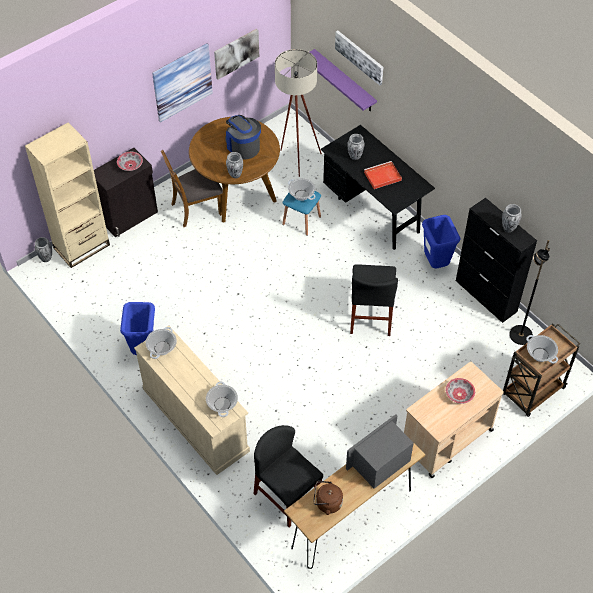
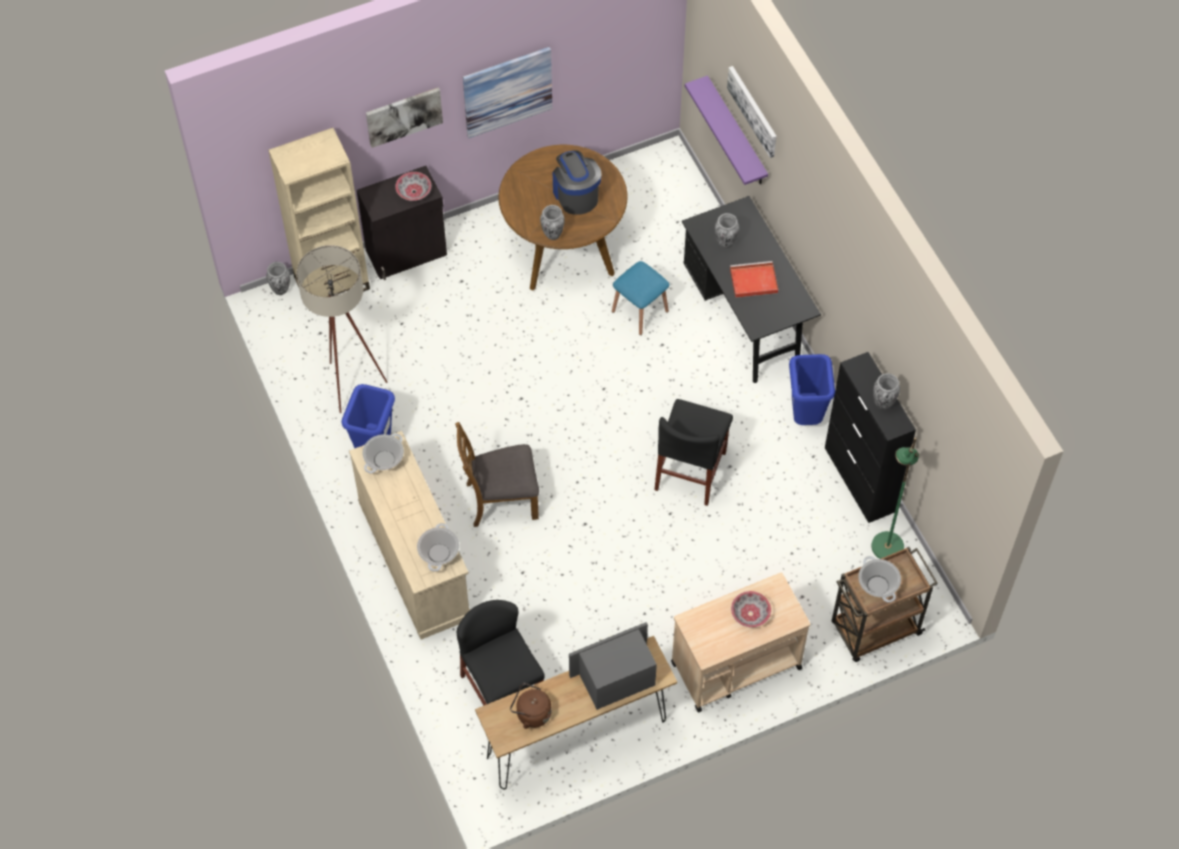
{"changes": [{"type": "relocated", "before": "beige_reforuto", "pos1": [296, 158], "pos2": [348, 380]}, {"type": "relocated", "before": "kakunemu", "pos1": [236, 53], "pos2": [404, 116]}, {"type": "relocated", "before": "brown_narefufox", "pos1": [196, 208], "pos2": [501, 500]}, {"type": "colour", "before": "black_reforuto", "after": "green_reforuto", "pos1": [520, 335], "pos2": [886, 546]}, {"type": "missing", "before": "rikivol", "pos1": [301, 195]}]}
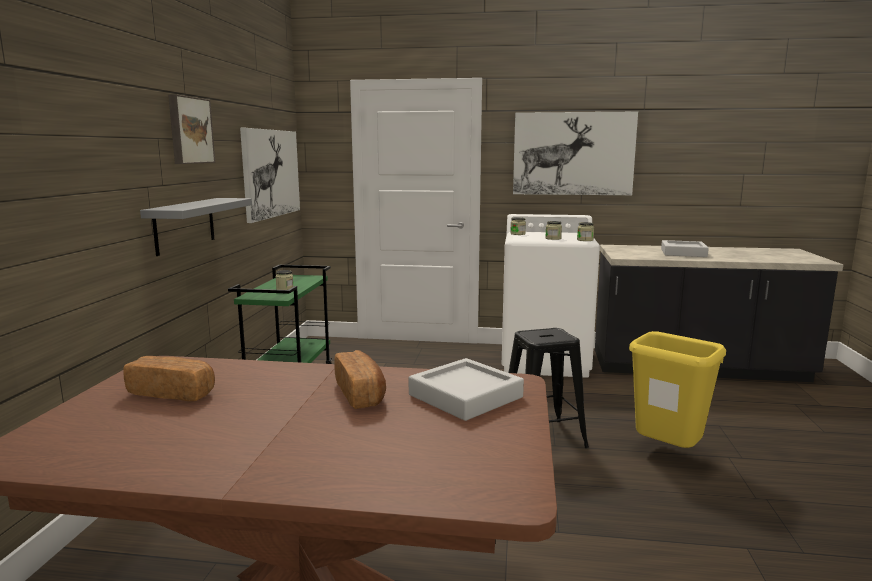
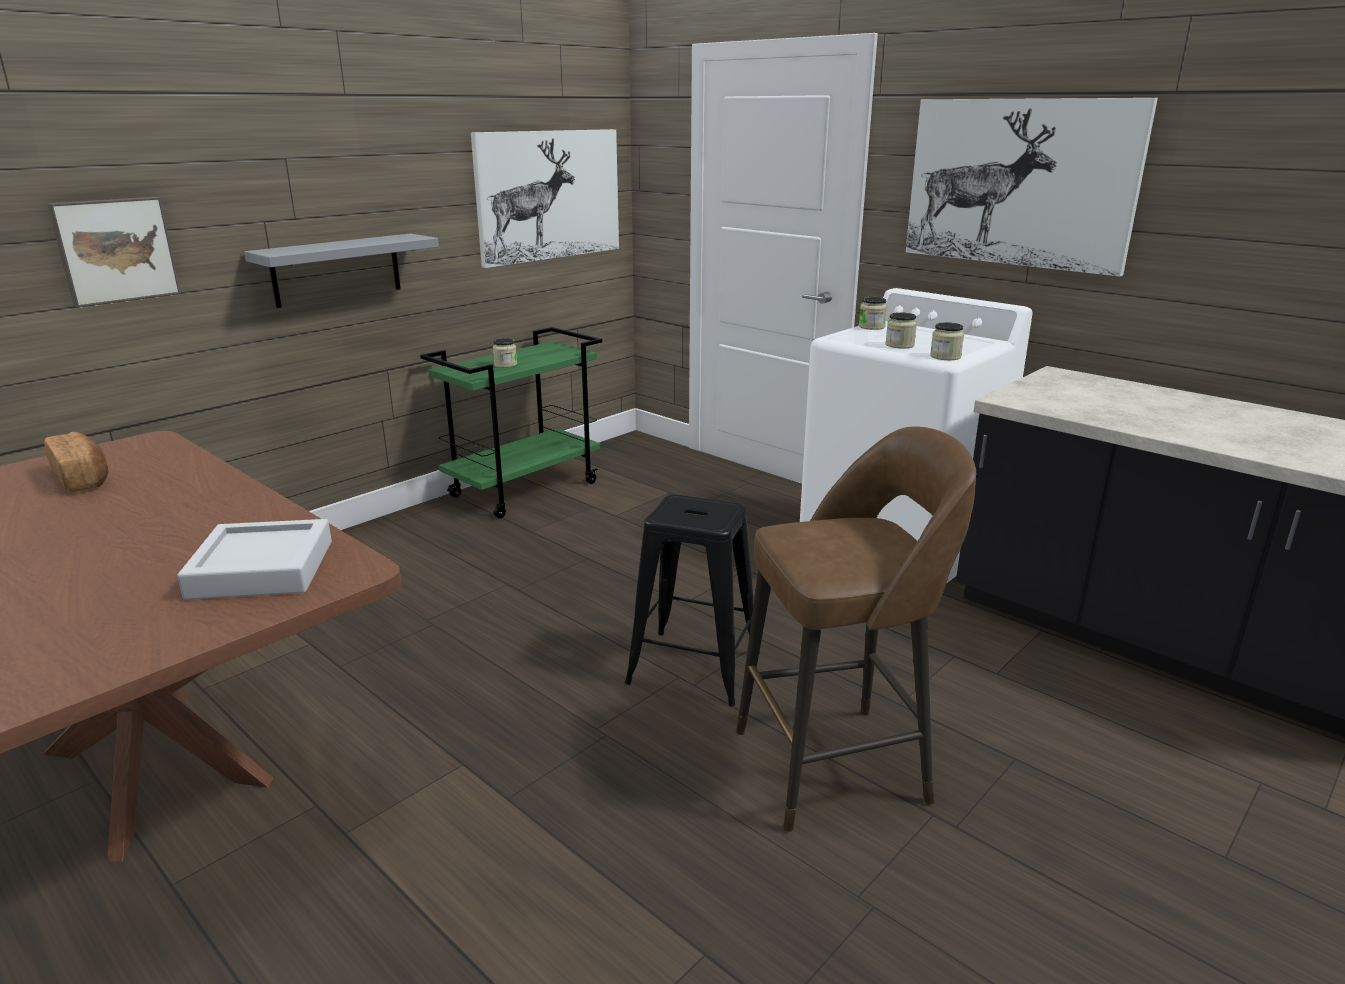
{"changes": [{"type": "relocated", "before": "kakunemu", "pos1": [189, 130], "pos2": [115, 250]}, {"type": "exchanged", "before": "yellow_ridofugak", "after": "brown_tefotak", "pos1": [667, 454], "pos2": [837, 765]}, {"type": "missing", "before": "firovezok", "pos1": [361, 393]}, {"type": "missing", "before": "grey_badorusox", "pos1": [683, 253]}]}
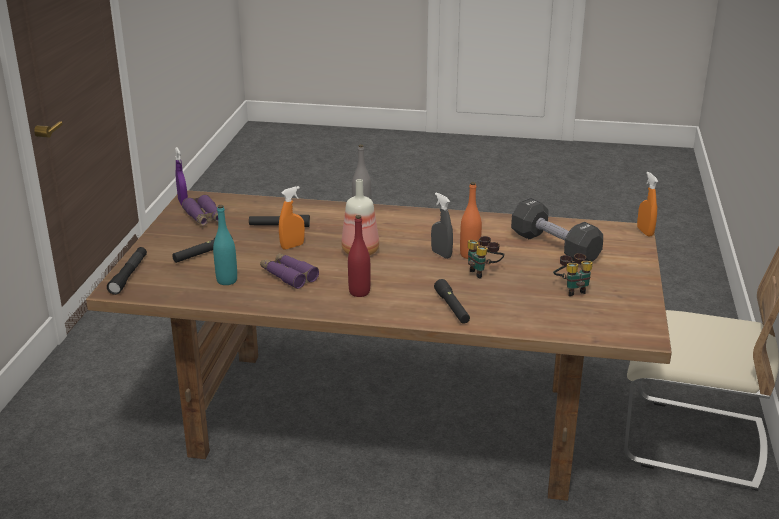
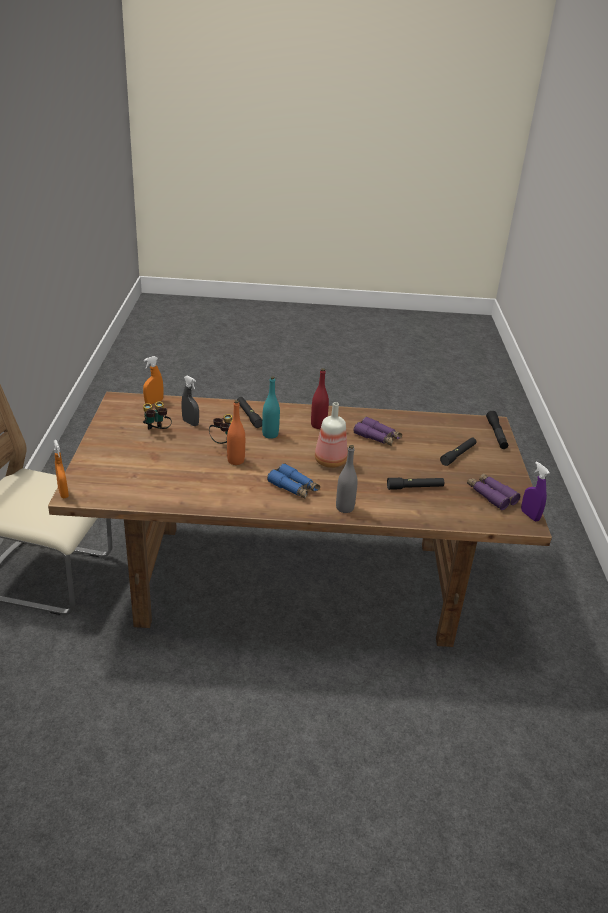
{"changes": [{"type": "relocated", "before": "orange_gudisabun", "pos1": [292, 246], "pos2": [154, 402]}, {"type": "relocated", "before": "grey_gudisabun", "pos1": [441, 254], "pos2": [190, 423]}, {"type": "relocated", "before": "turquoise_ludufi", "pos1": [227, 280], "pos2": [270, 434]}, {"type": "appeared", "after": "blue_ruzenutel", "pos2": [294, 487]}, {"type": "missing", "before": "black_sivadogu", "pos1": [554, 247]}]}
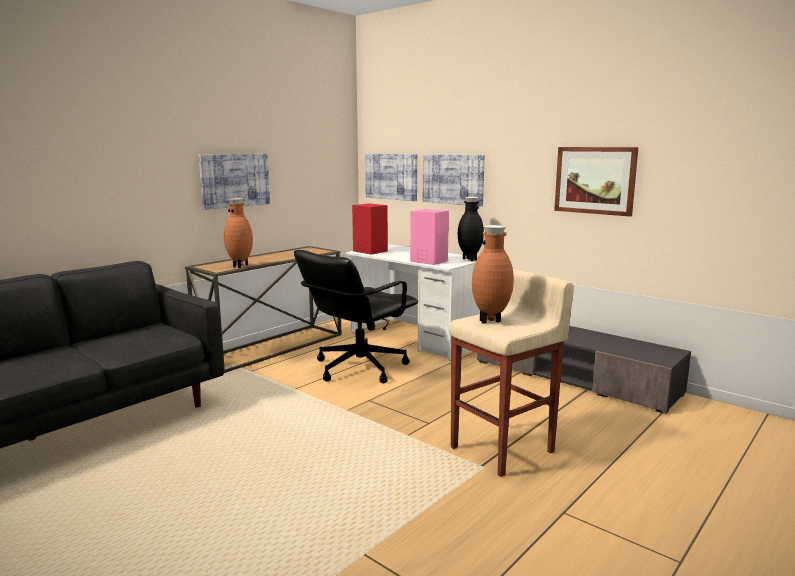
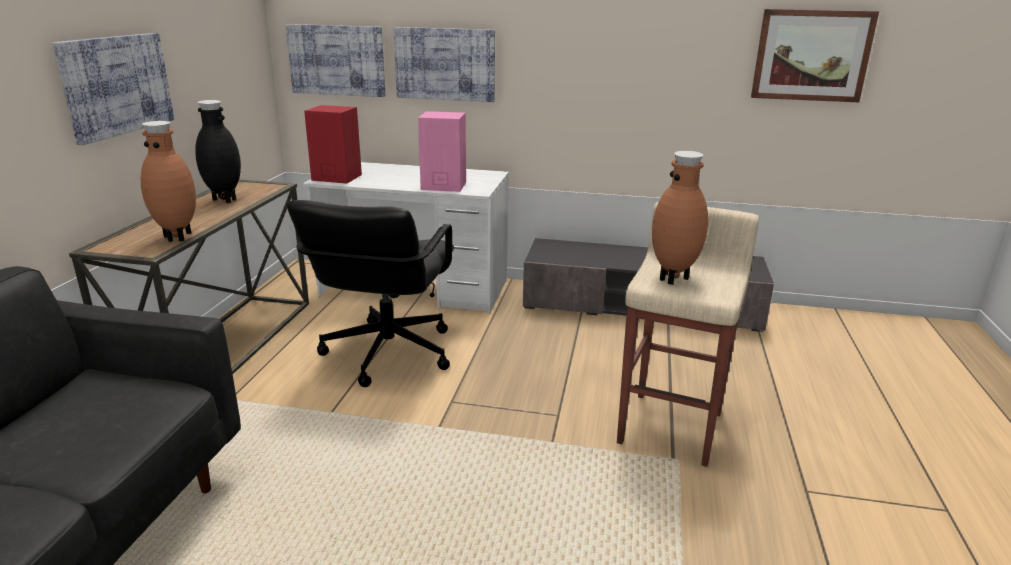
{"changes": [{"type": "relocated", "before": "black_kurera", "pos1": [469, 259], "pos2": [223, 200]}, {"type": "relocated", "before": "kakunemu", "pos1": [595, 180], "pos2": [811, 55]}]}
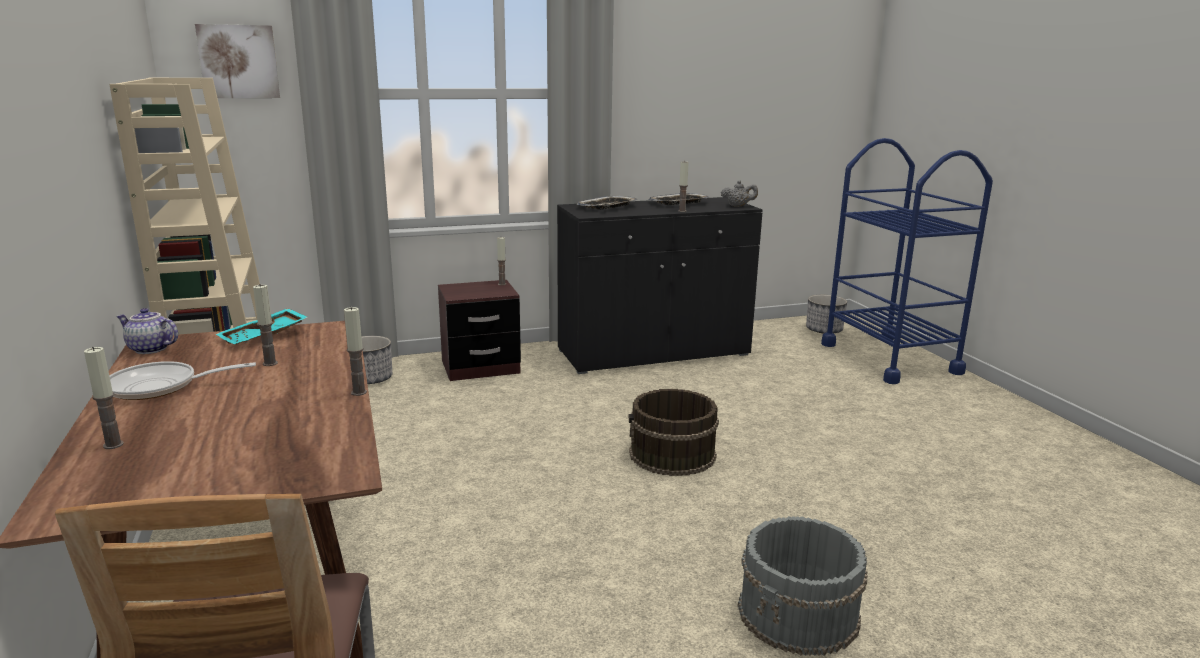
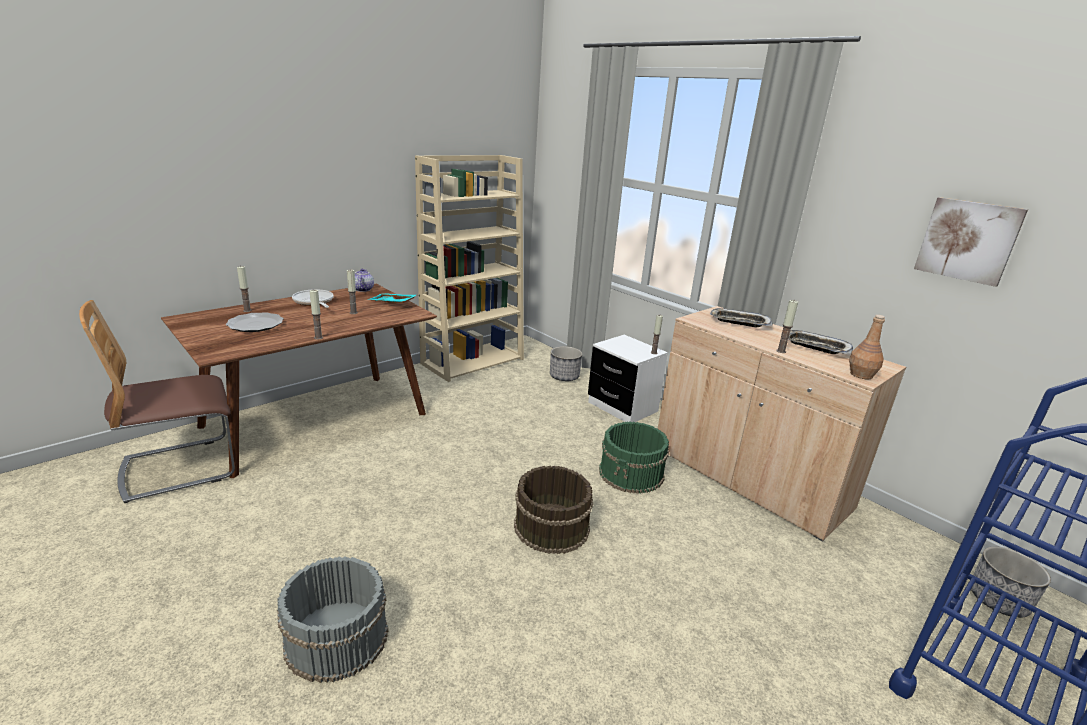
{"changes": [{"type": "appeared", "after": "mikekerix", "pos2": [255, 324]}, {"type": "colour", "before": "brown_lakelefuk", "after": "white_lakelefuk", "pos1": [480, 367], "pos2": [622, 407]}, {"type": "appeared", "after": "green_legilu", "pos2": [632, 473]}, {"type": "colour", "before": "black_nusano", "after": "beige_nusano", "pos1": [654, 353], "pos2": [748, 479]}, {"type": "exchanged", "before": "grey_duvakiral", "after": "brown_ludufi", "pos1": [738, 206], "pos2": [861, 375]}, {"type": "relocated", "before": "kakunemu", "pos1": [239, 61], "pos2": [968, 240]}]}
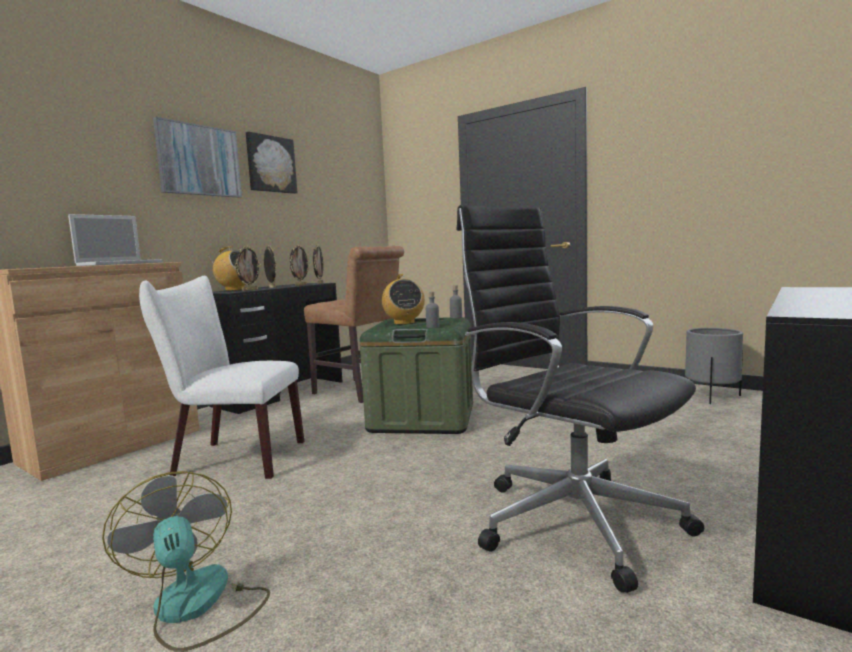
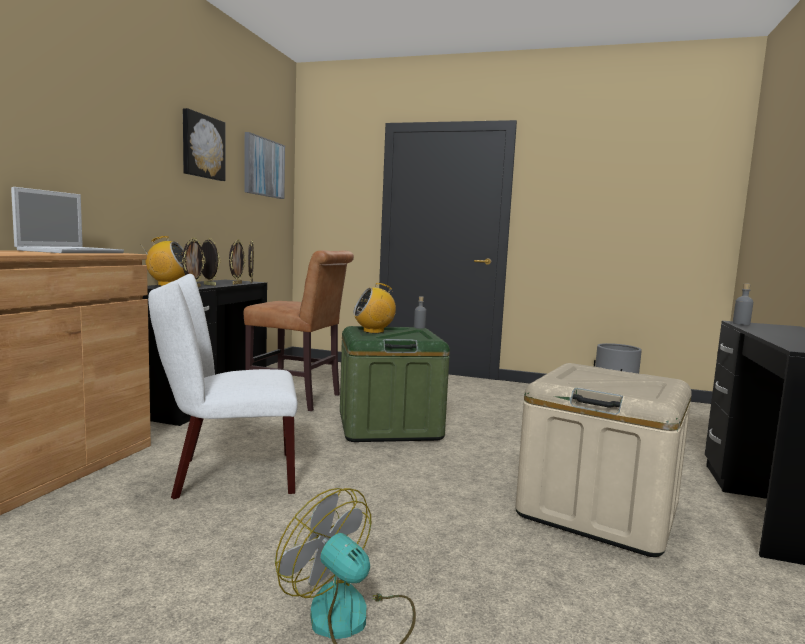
{"changes": [{"type": "relocated", "before": "kakunemu", "pos1": [199, 160], "pos2": [263, 167]}, {"type": "spun", "before": "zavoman", "pos1": [404, 323], "pos2": [374, 331], "turn": 105}, {"type": "exchanged", "before": "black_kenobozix", "after": "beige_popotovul", "pos1": [572, 519], "pos2": [598, 510]}, {"type": "relocated", "before": "grey_ludufi", "pos1": [432, 327], "pos2": [741, 324]}]}
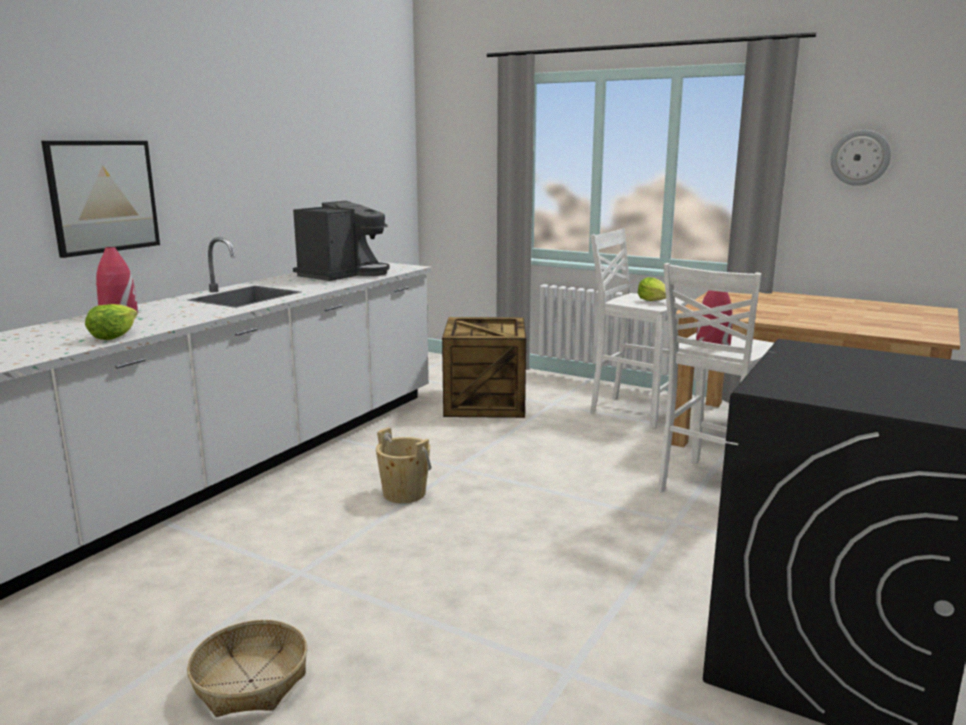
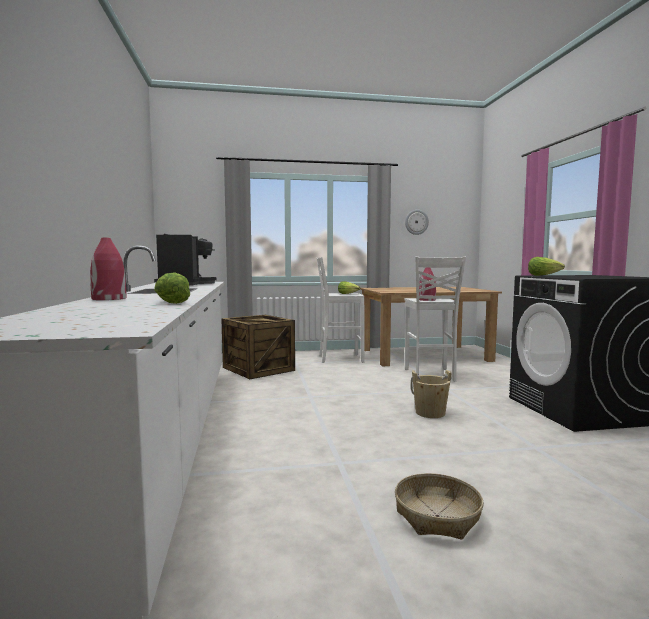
{"changes": [{"type": "relocated", "before": "beige_legilu", "pos1": [404, 493], "pos2": [430, 413]}, {"type": "appeared", "after": "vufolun", "pos2": [543, 275]}, {"type": "missing", "before": "kakunemu", "pos1": [103, 196]}]}
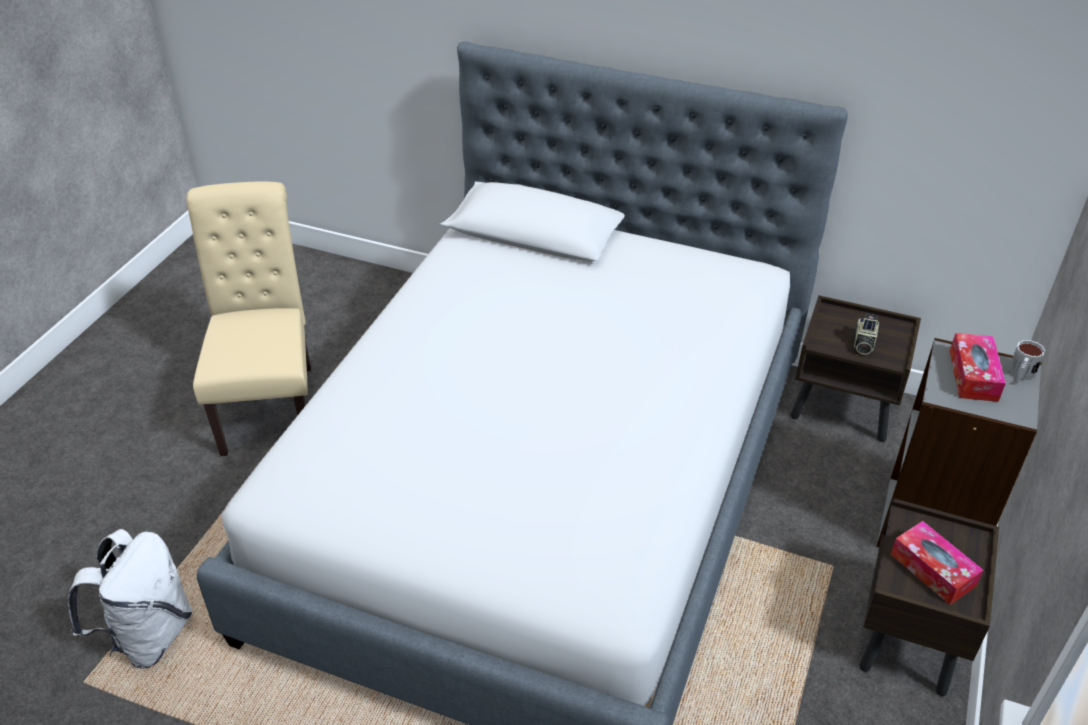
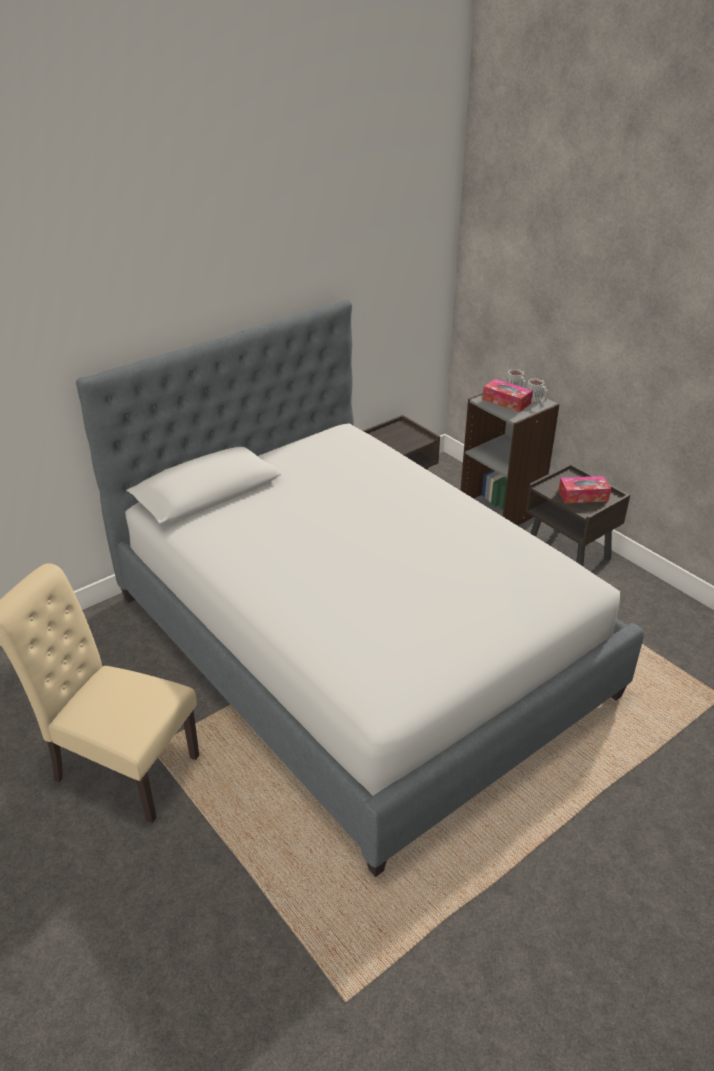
{"changes": [{"type": "appeared", "after": "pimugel", "pos2": [536, 399]}, {"type": "missing", "before": "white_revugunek", "pos1": [149, 636]}, {"type": "missing", "before": "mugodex", "pos1": [862, 344]}]}
